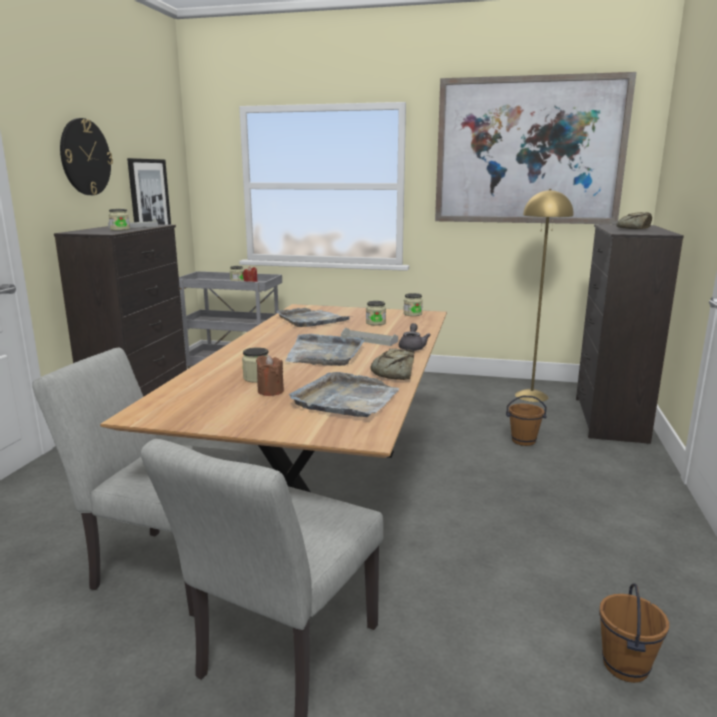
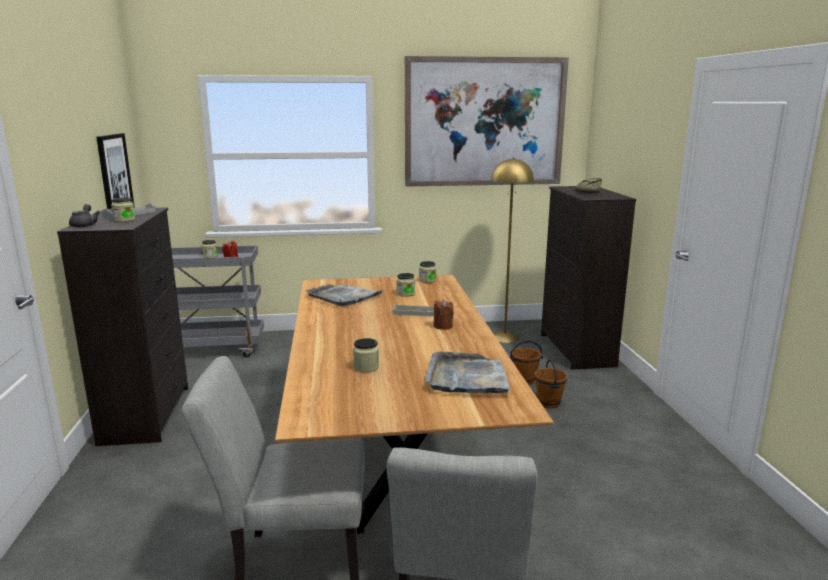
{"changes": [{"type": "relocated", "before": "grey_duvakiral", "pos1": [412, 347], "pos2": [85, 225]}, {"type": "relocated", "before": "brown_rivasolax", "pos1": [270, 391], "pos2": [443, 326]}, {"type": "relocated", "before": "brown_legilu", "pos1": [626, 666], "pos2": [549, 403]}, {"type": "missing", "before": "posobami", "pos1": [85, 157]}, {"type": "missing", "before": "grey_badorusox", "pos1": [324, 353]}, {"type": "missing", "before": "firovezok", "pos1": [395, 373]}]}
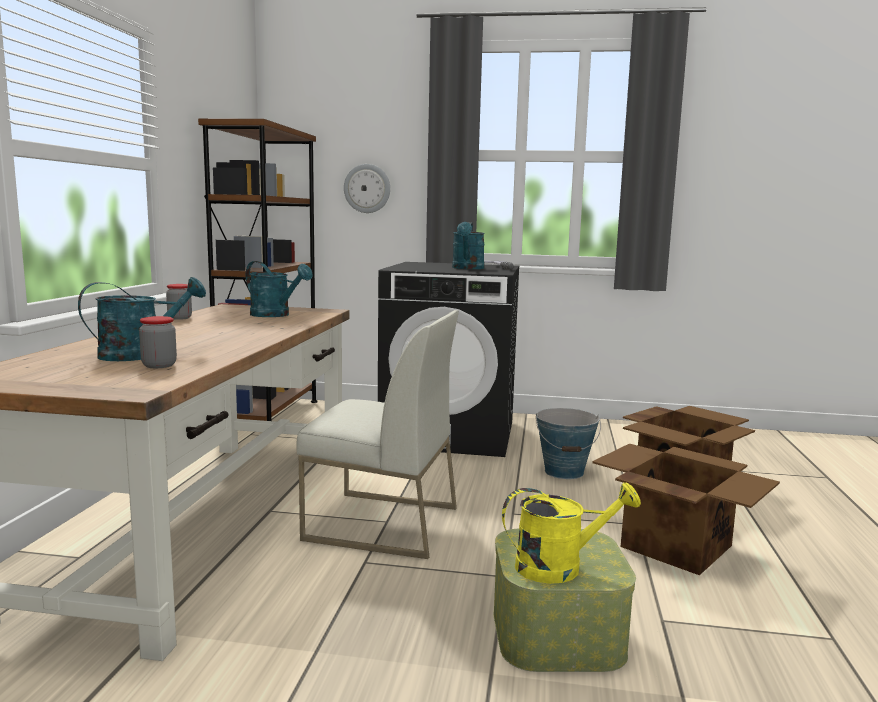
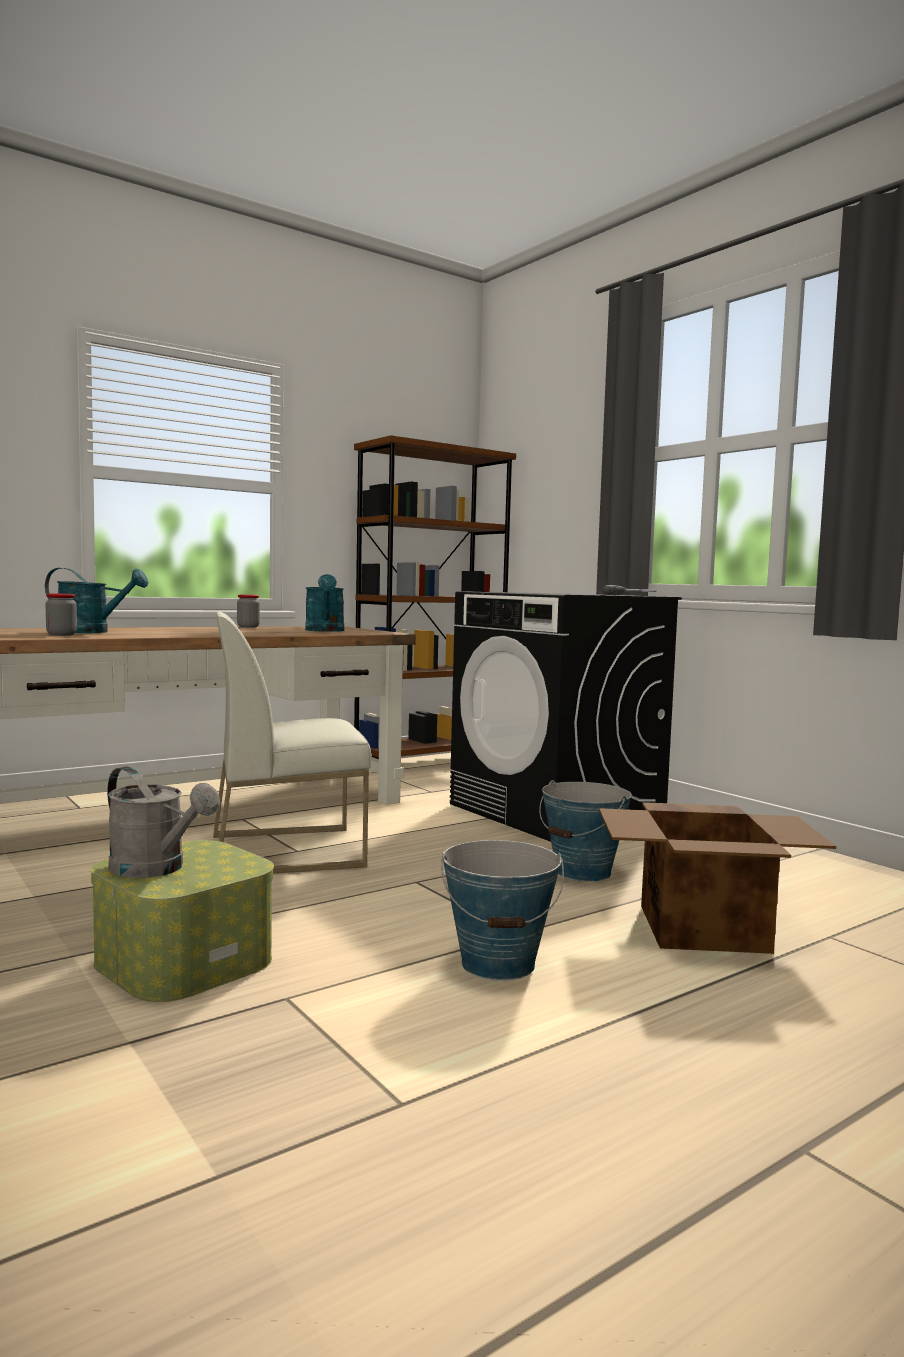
{"changes": [{"type": "colour", "before": "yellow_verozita", "after": "grey_verozita", "pos1": [560, 566], "pos2": [156, 869]}, {"type": "spun", "before": "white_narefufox", "pos1": [380, 524], "pos2": [287, 850], "turn": 105}, {"type": "exchanged", "before": "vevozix", "after": "legilu", "pos1": [675, 545], "pos2": [498, 964]}, {"type": "missing", "before": "posobami", "pos1": [367, 188]}, {"type": "missing", "before": "turquoise_verozita", "pos1": [467, 268]}]}
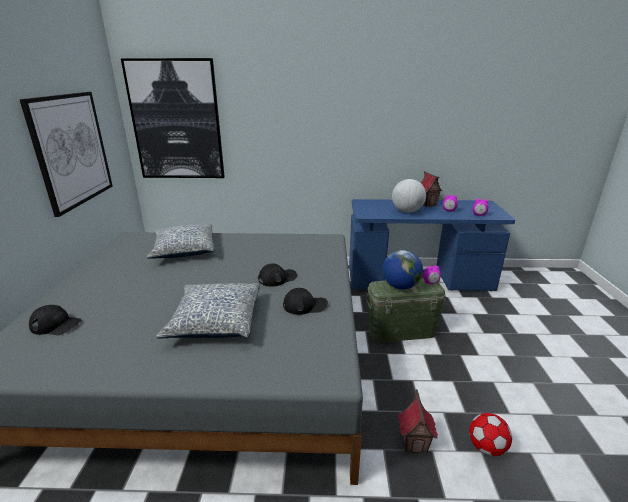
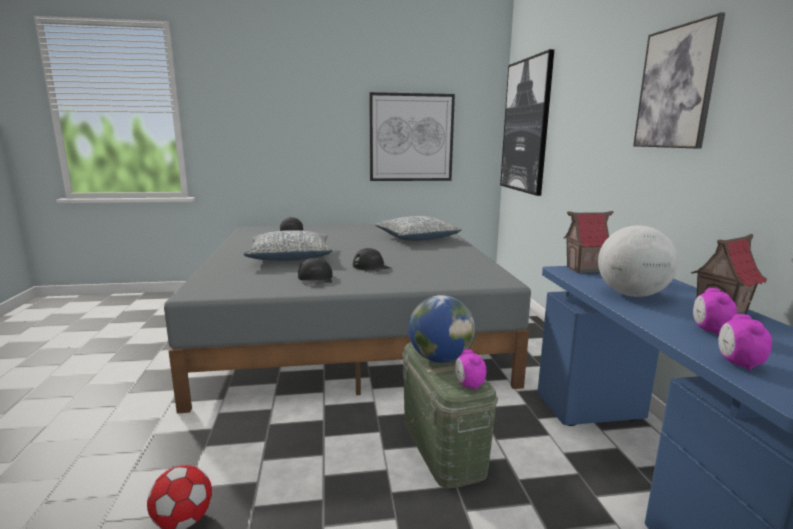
{"changes": [{"type": "relocated", "before": "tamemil", "pos1": [414, 443], "pos2": [584, 269]}, {"type": "appeared", "after": "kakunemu", "pos2": [676, 88]}]}
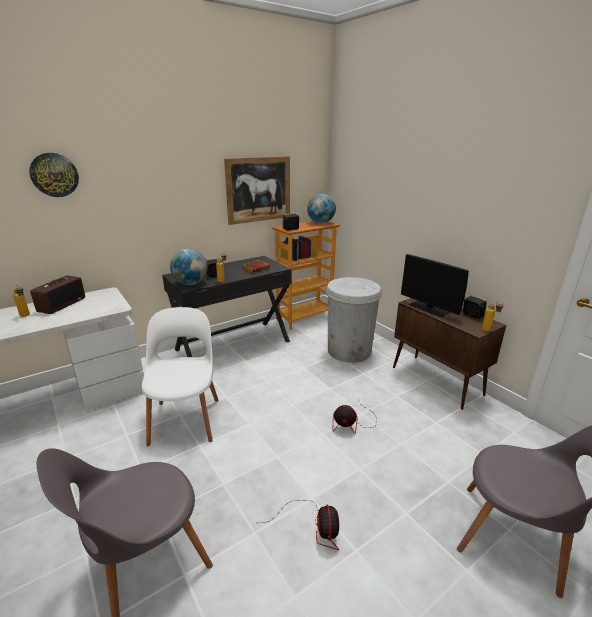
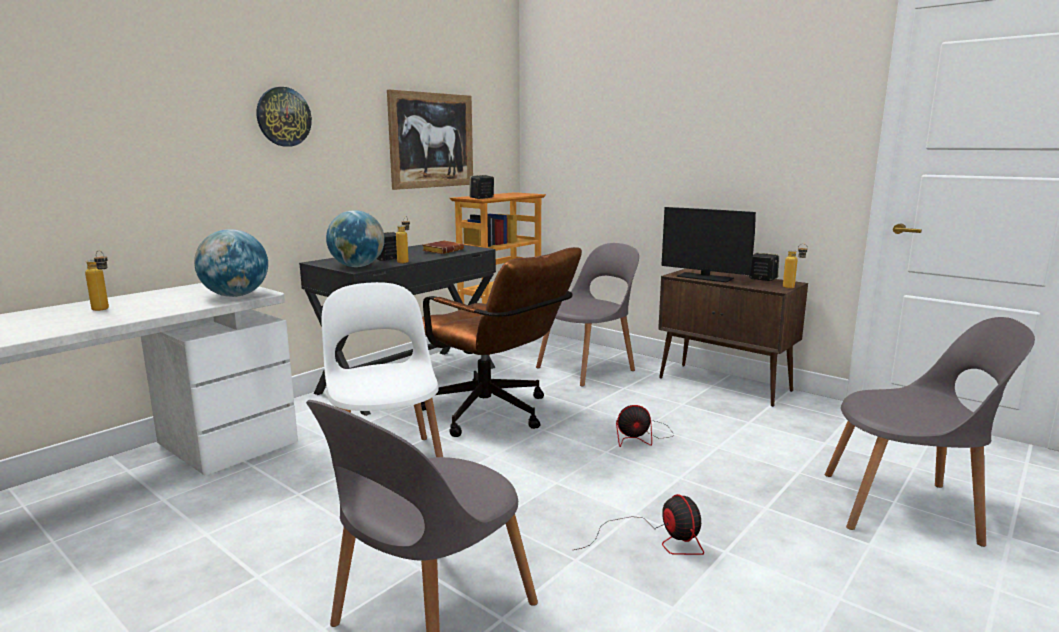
{"changes": [{"type": "relocated", "before": "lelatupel", "pos1": [320, 223], "pos2": [235, 296]}, {"type": "relocated", "before": "posobami", "pos1": [54, 175], "pos2": [283, 117]}, {"type": "appeared", "after": "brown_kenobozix", "pos2": [494, 415]}, {"type": "exchanged", "before": "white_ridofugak", "after": "grey_narefufox", "pos1": [349, 350], "pos2": [588, 368]}, {"type": "missing", "before": "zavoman", "pos1": [62, 304]}]}
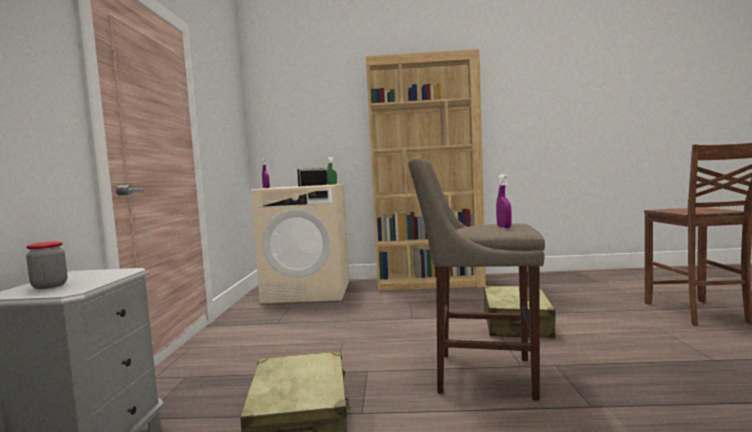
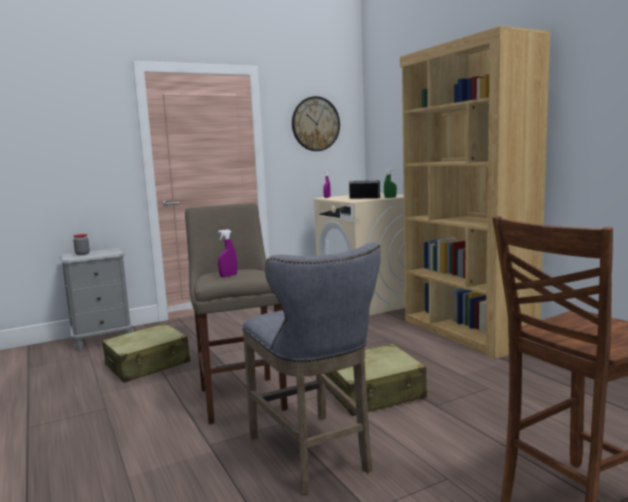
{"changes": [{"type": "appeared", "after": "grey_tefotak", "pos2": [313, 456]}, {"type": "appeared", "after": "posobami", "pos2": [315, 124]}]}
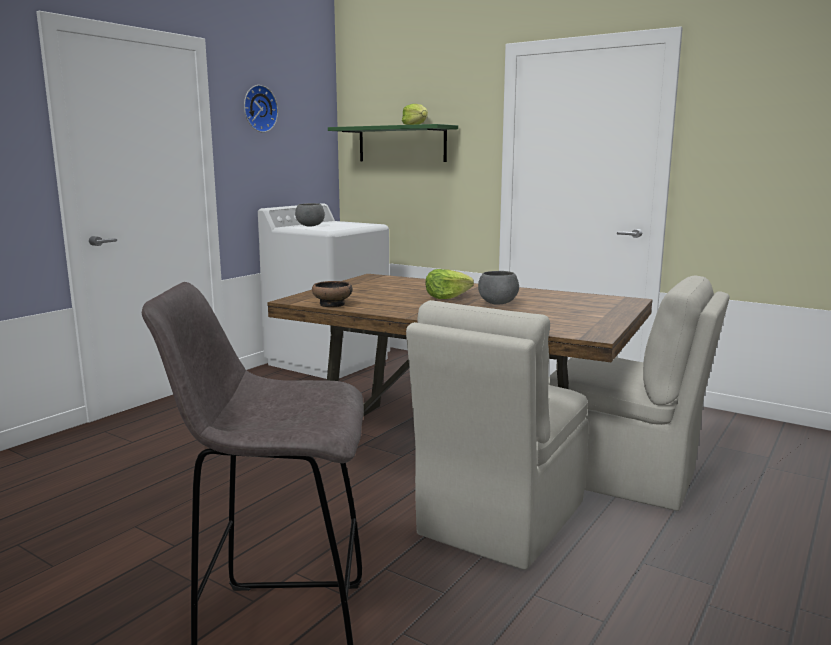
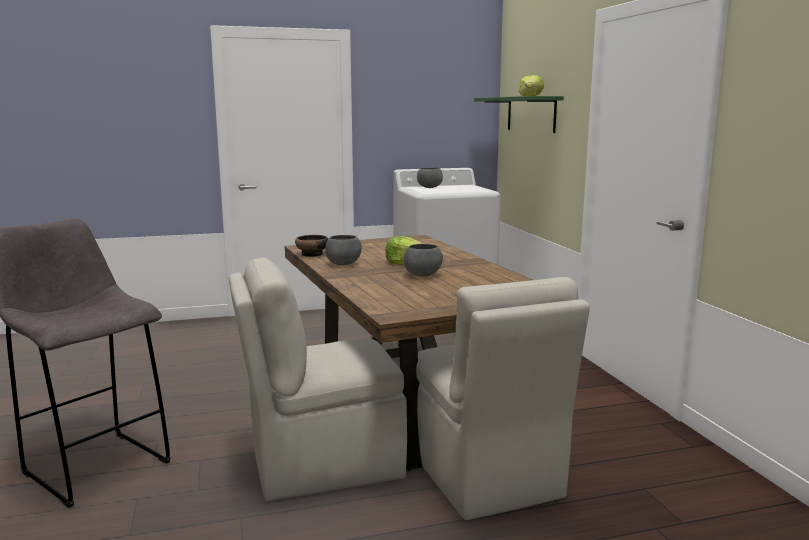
{"changes": [{"type": "appeared", "after": "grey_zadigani", "pos2": [344, 264]}, {"type": "missing", "before": "posobami", "pos1": [258, 109]}]}
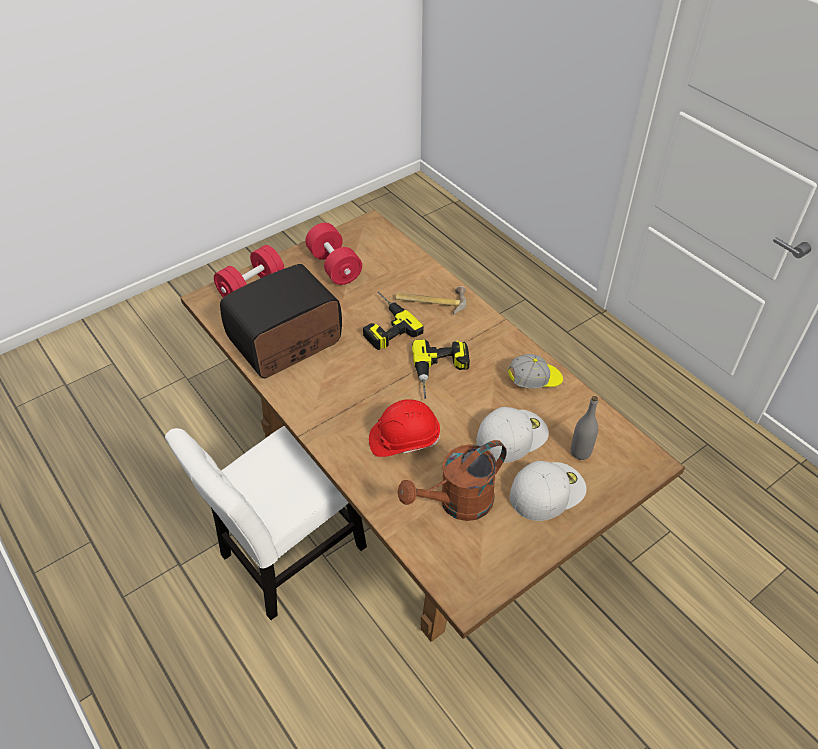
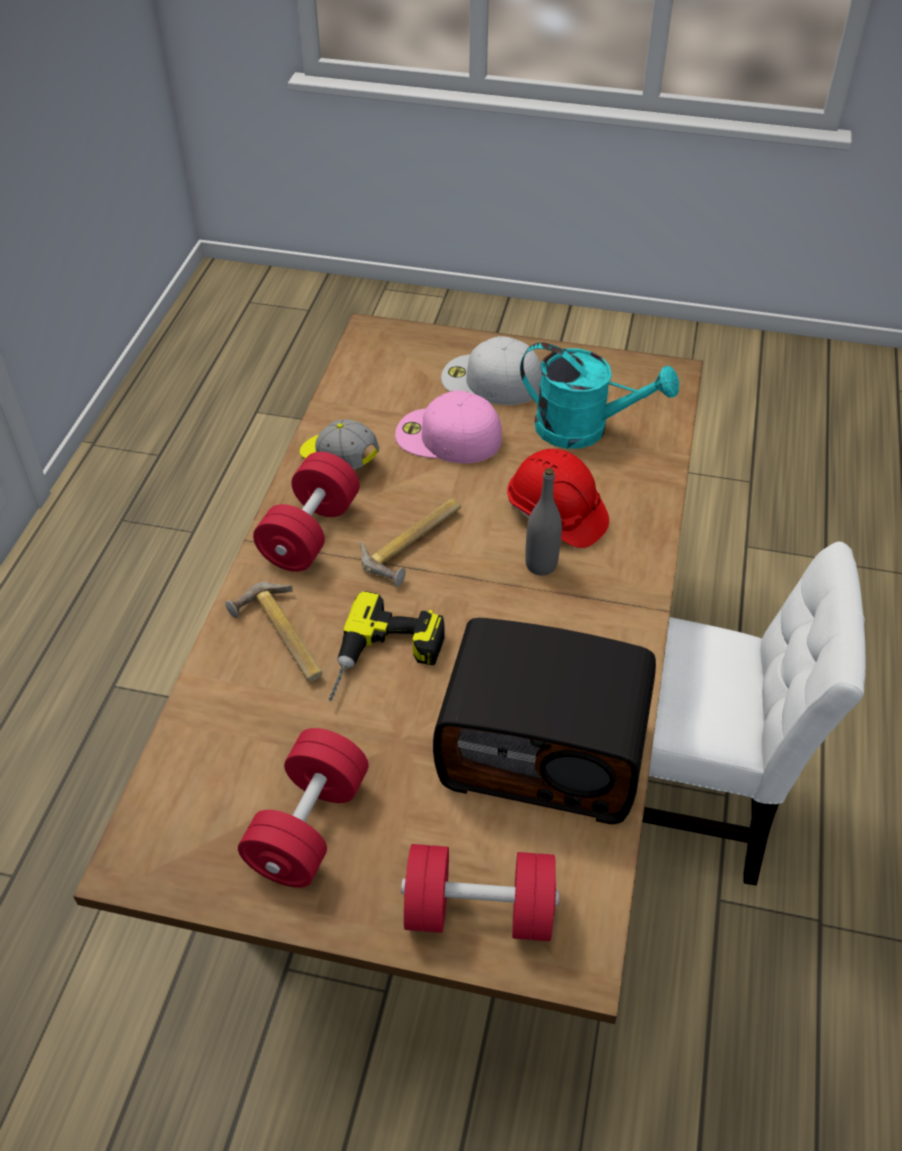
{"changes": [{"type": "appeared", "after": "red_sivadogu", "pos2": [310, 533]}, {"type": "exchanged", "before": "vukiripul", "after": "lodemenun", "pos1": [441, 373], "pos2": [416, 544]}, {"type": "colour", "before": "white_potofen", "after": "pink_potofen", "pos1": [512, 435], "pos2": [447, 436]}, {"type": "colour", "before": "brown_verozita", "after": "turquoise_verozita", "pos1": [457, 504], "pos2": [584, 429]}, {"type": "relocated", "before": "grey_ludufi", "pos1": [580, 452], "pos2": [541, 565]}]}
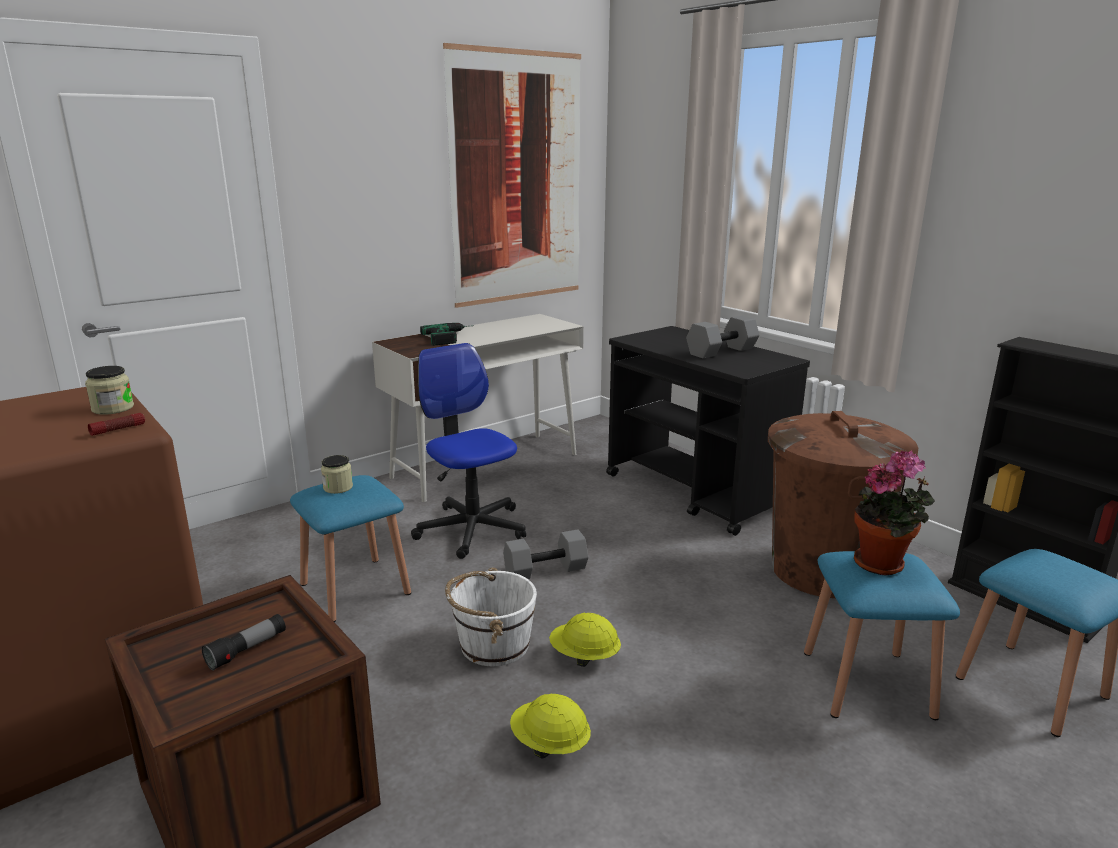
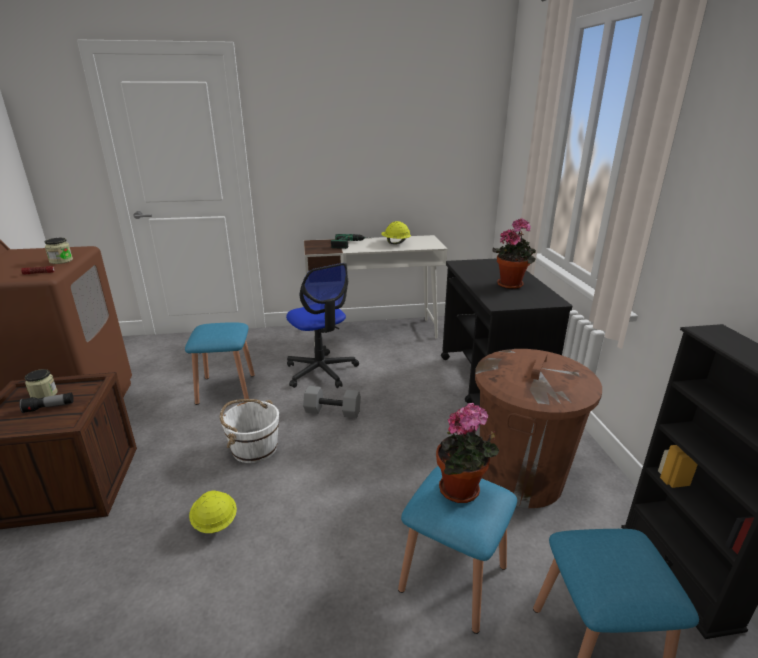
{"changes": [{"type": "relocated", "before": "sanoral", "pos1": [338, 487], "pos2": [44, 395]}, {"type": "spun", "before": "kenobozix", "pos1": [471, 529], "pos2": [321, 371], "turn": 150}, {"type": "relocated", "before": "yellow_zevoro", "pos1": [584, 657], "pos2": [395, 243]}, {"type": "exchanged", "before": "grey_sivadogu", "after": "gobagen", "pos1": [721, 351], "pos2": [511, 284]}, {"type": "missing", "before": "kakunemu", "pos1": [517, 180]}]}
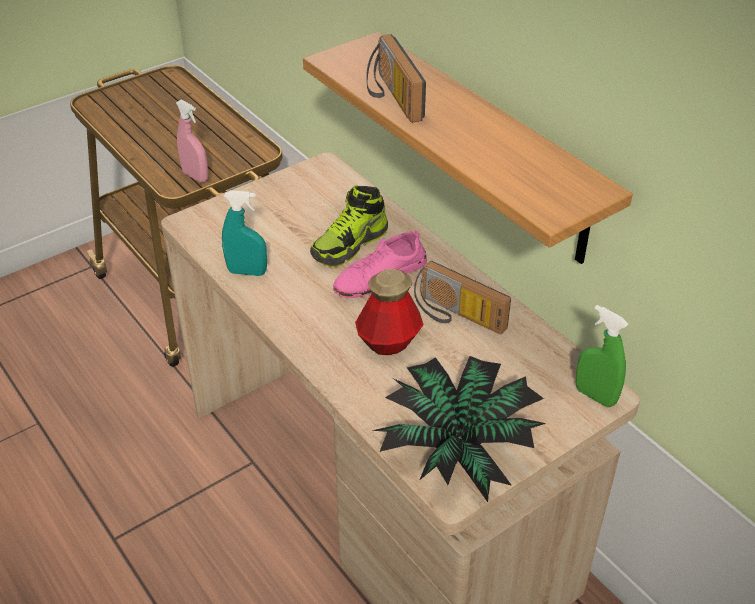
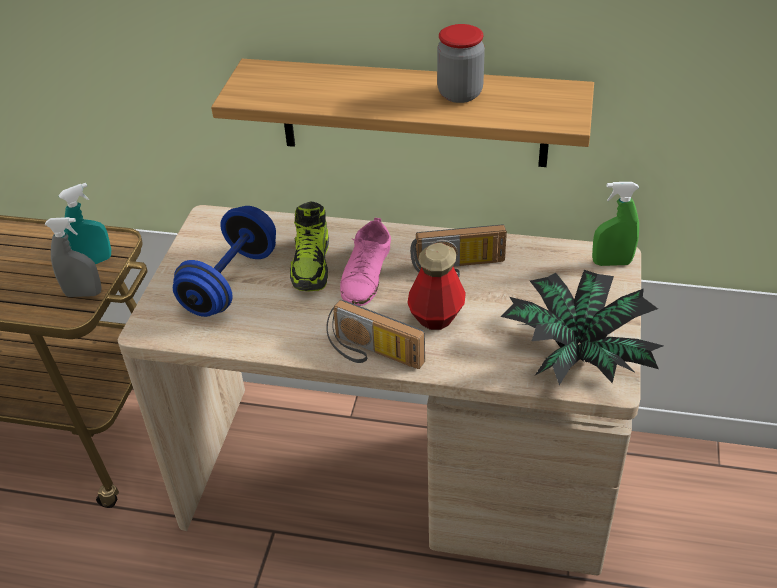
{"changes": [{"type": "colour", "before": "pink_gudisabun", "after": "grey_gudisabun", "pos1": [195, 176], "pos2": [83, 293]}, {"type": "relocated", "before": "turquoise_gudisabun", "pos1": [247, 272], "pos2": [94, 262]}, {"type": "appeared", "after": "blue_sivadogu", "pos2": [230, 282]}, {"type": "relocated", "before": "zavoman", "pos1": [390, 97], "pos2": [372, 354]}, {"type": "appeared", "after": "sanoral", "pos2": [460, 94]}]}
